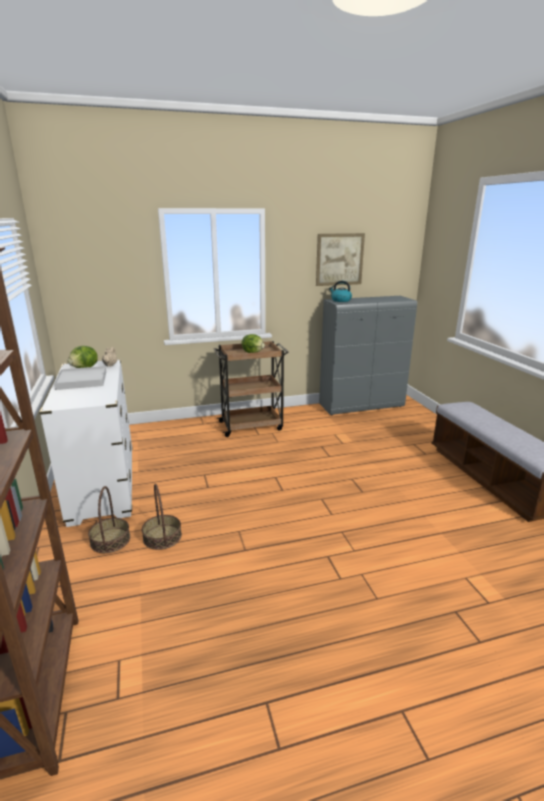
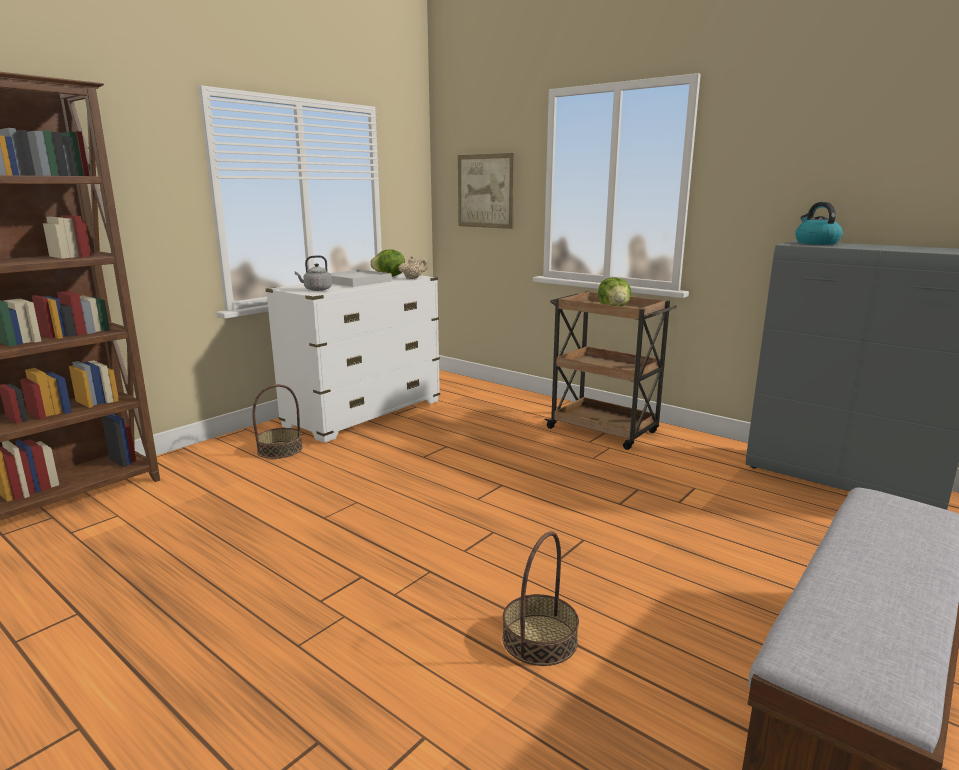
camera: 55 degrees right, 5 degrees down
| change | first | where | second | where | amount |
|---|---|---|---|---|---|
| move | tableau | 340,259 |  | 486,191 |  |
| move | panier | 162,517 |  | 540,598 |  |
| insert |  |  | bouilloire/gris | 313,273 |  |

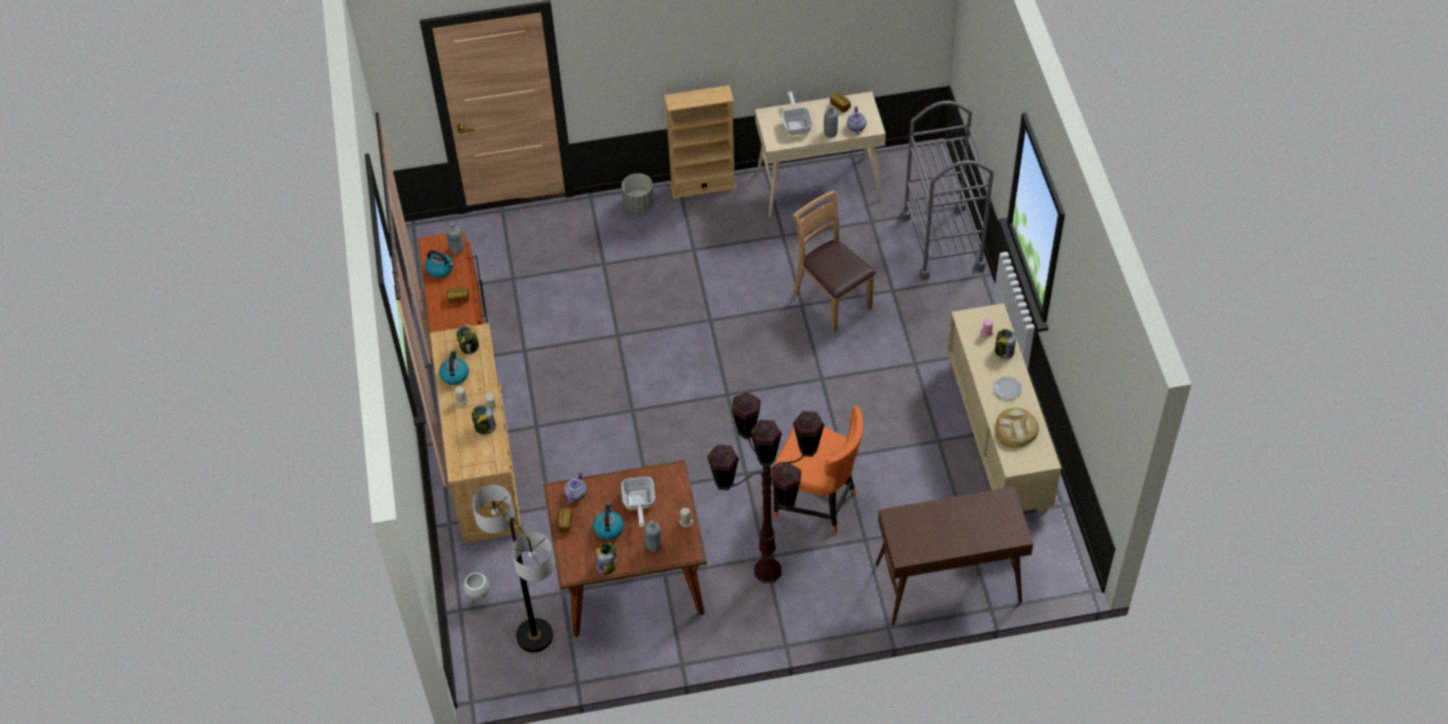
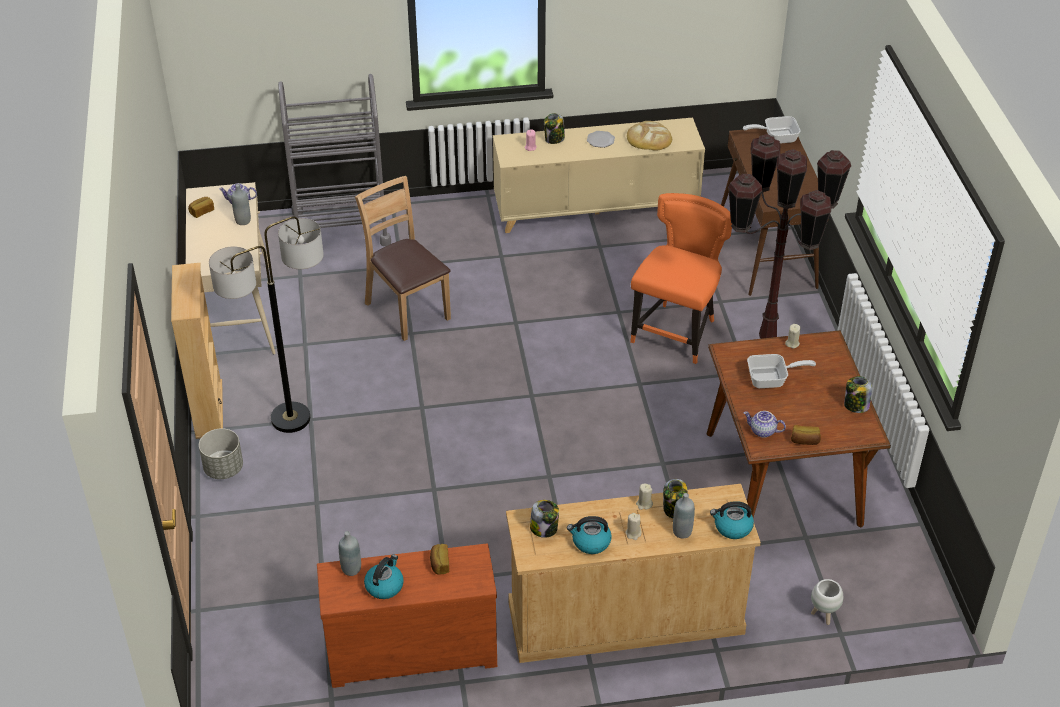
camera: 90 degrees left, 10 degrees down
| change | first | where | second | where | amount |
|---|---|---|---|---|---|
| move | poêle | 797,113 |  | 772,130 |  |
| rotate | chaise/marron | 834,261 |  | 403,258 | 90 degrees clockwise |
| move | lampadaire | 513,568 |  | 266,324 |  |
| move | bouilloire | 608,521 |  | 732,520 |  |
| move | bouteille/gris | 653,536 |  | 684,515 |  |

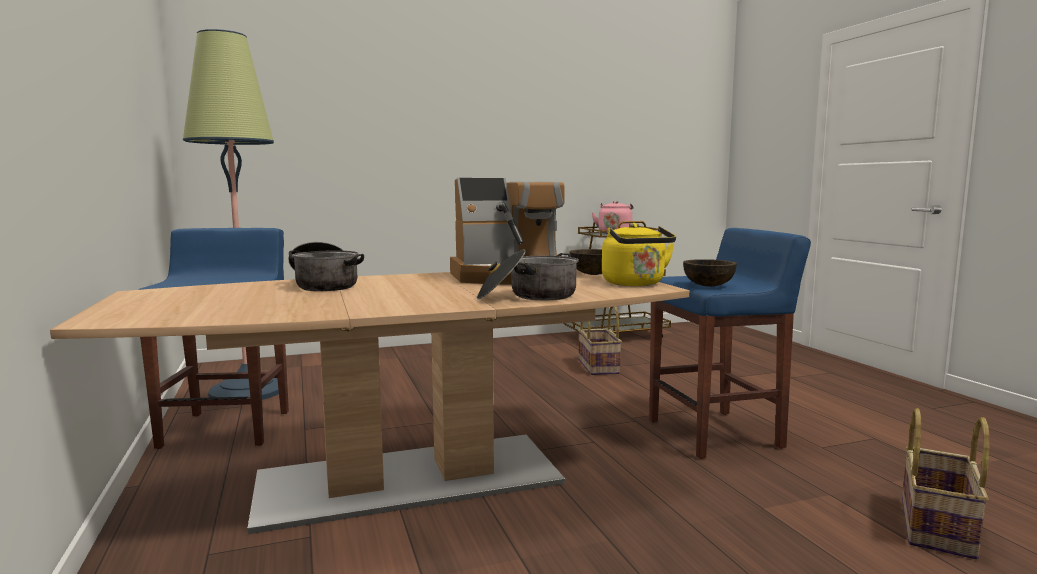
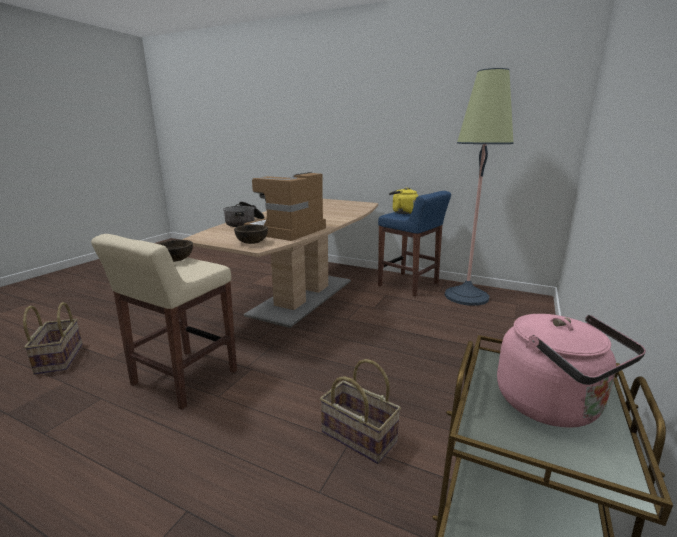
camera: 135 degrees right, 10 degrees up
| change | first | where | second | where | amount |
|---|---|---|---|---|---|
| move | bouilloire/jaune | 639,254 |  | 403,201 |  |
| recolor | tabouret/bleu | 730,343 | tabouret/beige | 164,322 |  |
| delete | marmite | 326,266 |  |  |  |

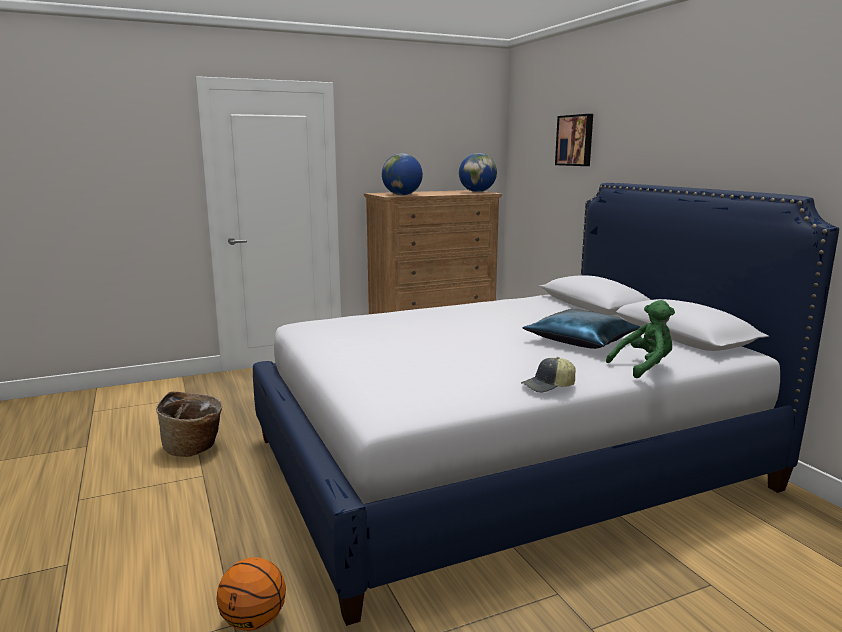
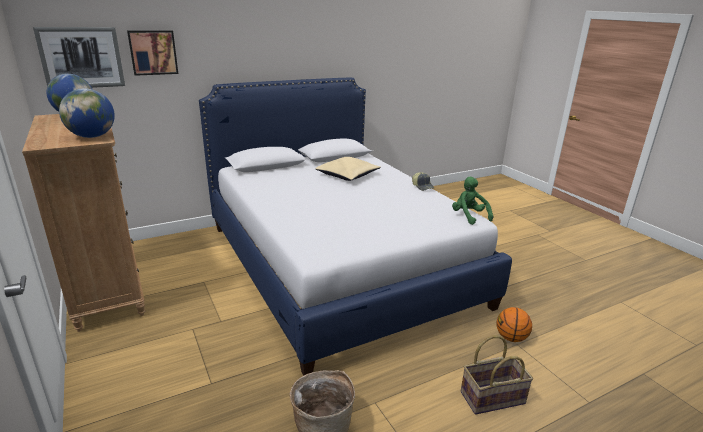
camera: 95 degrees left, 10 degrees up
| change | first | where | second | where | amount |
|---|---|---|---|---|---|
| move | peluche/vert | 640,339 |  | 472,201 |  |
| recolor | coussin/bleu | 581,329 | coussin/beige | 348,169 |  |
| insert |  |  | tableau | 79,57 |  |
| insert |  |  | panier | 497,375 |  |

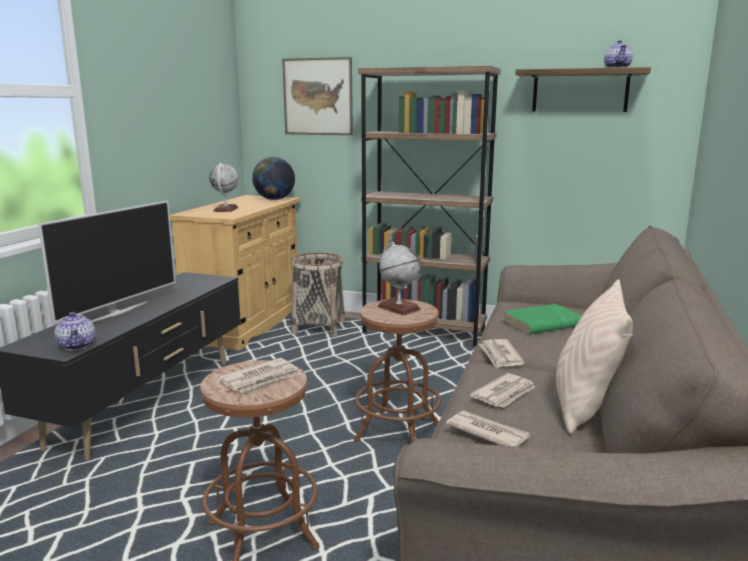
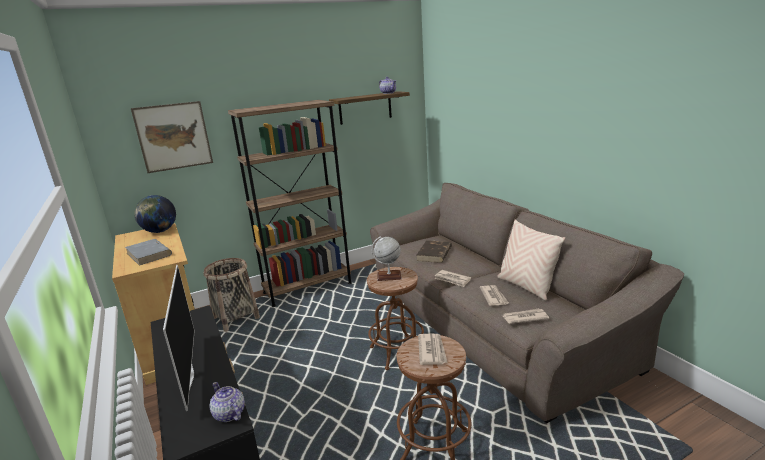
camera: 45 degrees left, 5 degrees up
| change | first | where | second | where | amount |
|---|---|---|---|---|---|
| replace | globe | 224,187 | livre/gris | 148,252 |  |
| recolor | livre/vert | 542,319 | livre/marron | 434,251 |  |
| rotate | théière | 74,331 |  | 227,402 | 150 degrees counterclockwise |

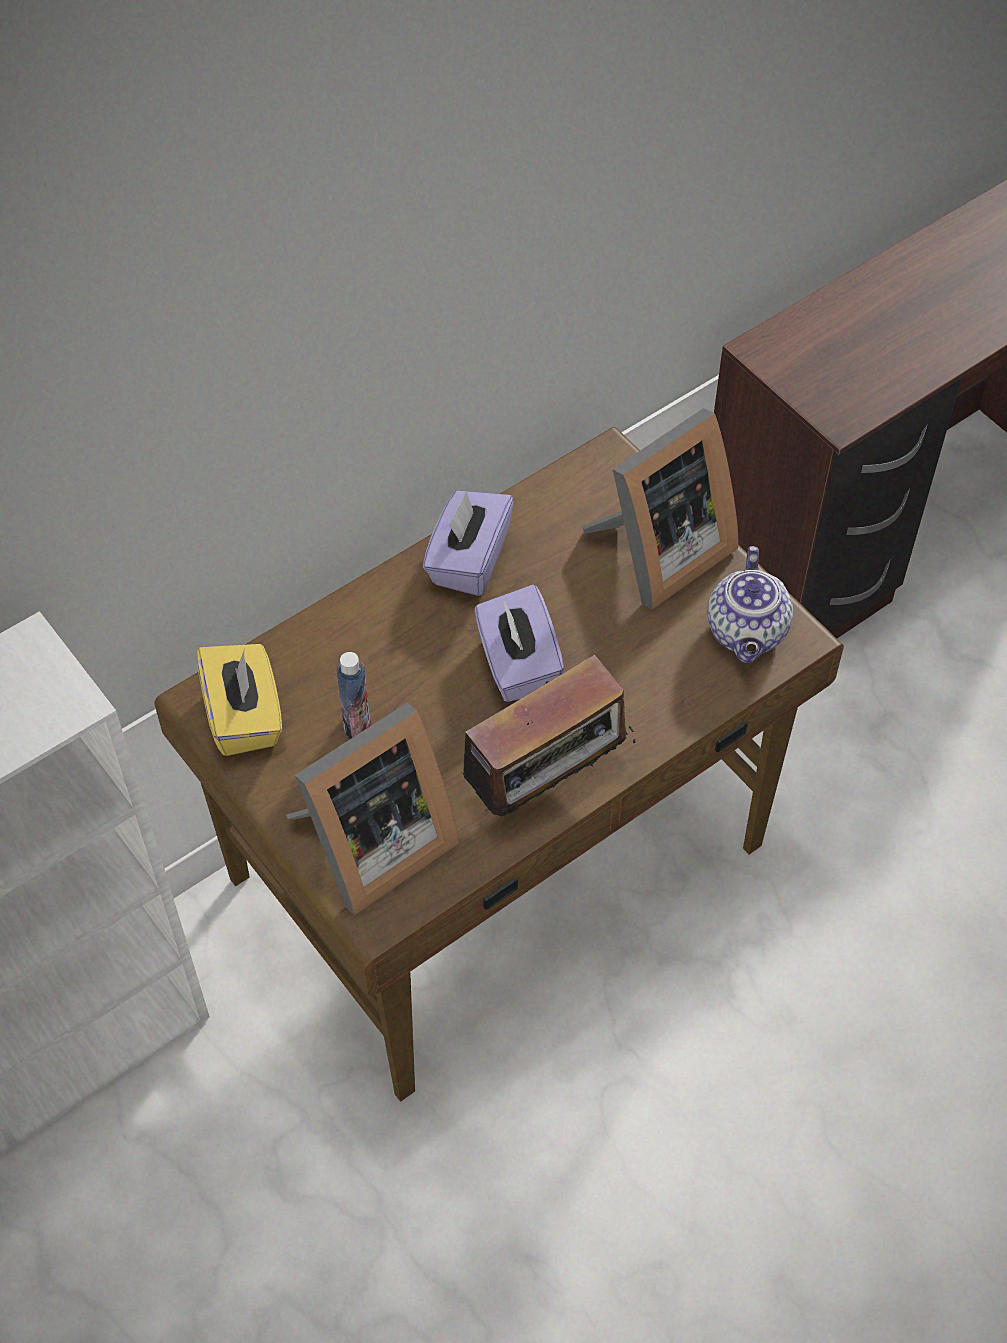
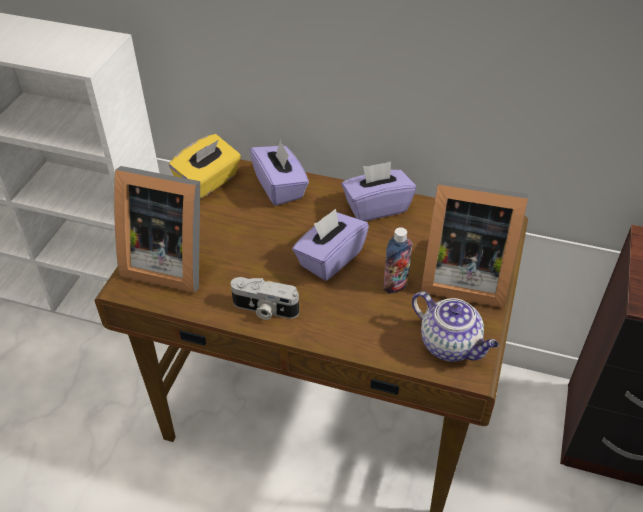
camera: 55 degrees right, 10 degrees down
| change | first | where | second | where | amount |
|---|---|---|---|---|---|
| rotate | théière | 750,604 |  | 455,326 | 105 degrees counterclockwise |
| move | bouteille | 354,695 |  | 397,260 |  |
| replace | radio | 541,735 | appareil photo | 265,298 |  |
| insert |  |  | boîte à mouchoirs/violet | 279,172 |  |

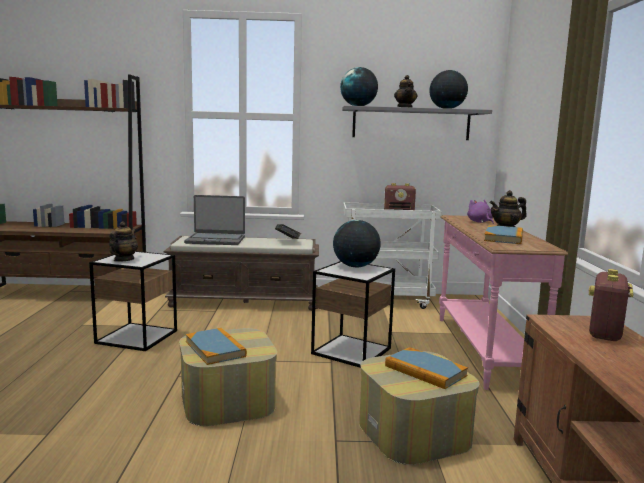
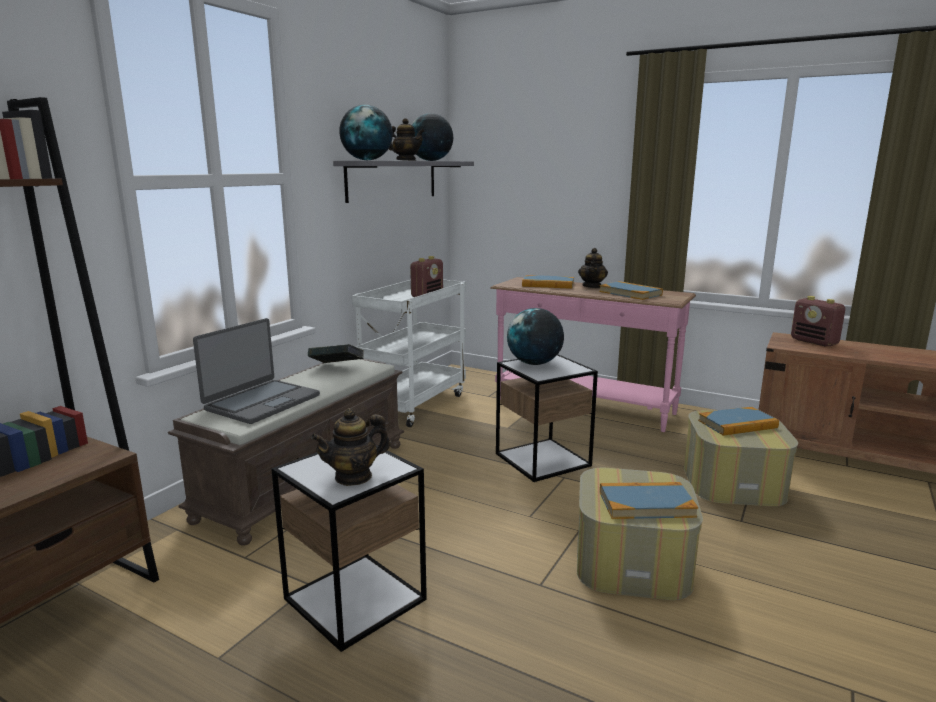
camera: 60 degrees left, 5 degrees up
| change | first | where | second | where | amount |
|---|---|---|---|---|---|
| replace | peluche/violet | 480,211 | livre | 548,282 |  |
| rotate | théière | 123,241 |  | 350,447 | 75 degrees counterclockwise |

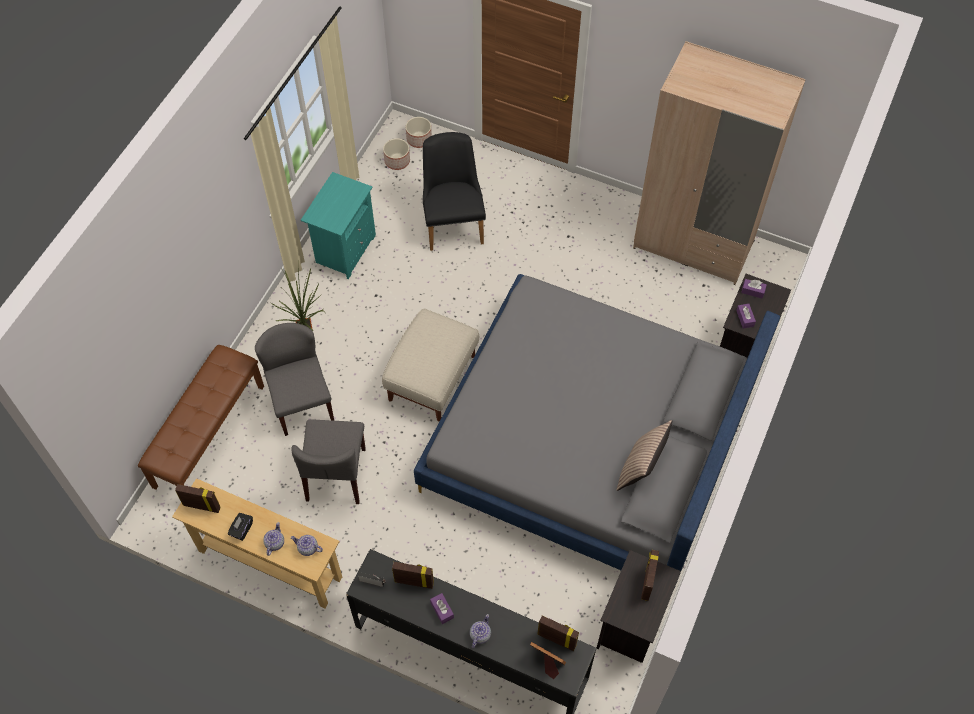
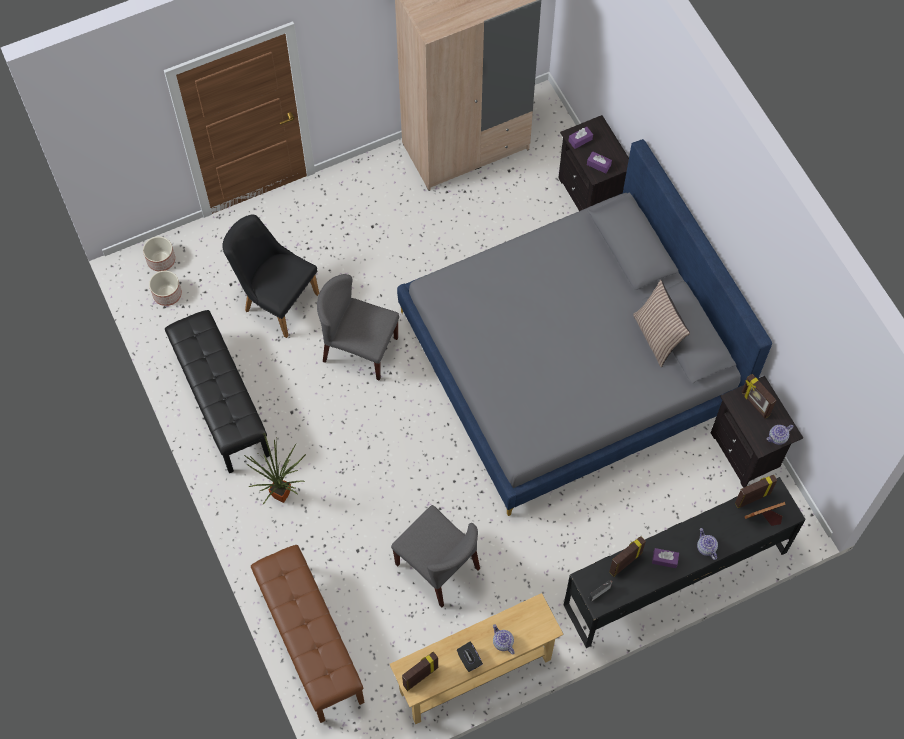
camera: 50 degrees left, 5 degrees up
| change | first | where | second | where | amount |
|---|---|---|---|---|---|
| replace | table de chevet/turquoise | 338,225 | banc/noir | 217,391 |  |
| delete | pouf/beige | 430,365 |  |  |  |
| move | chaise/gris | 294,379 |  | 358,327 |  |
| move | théière | 306,545 |  | 780,435 |  |

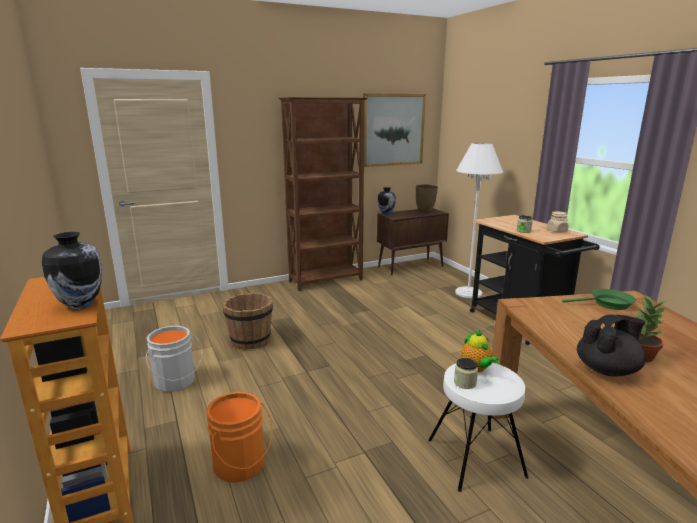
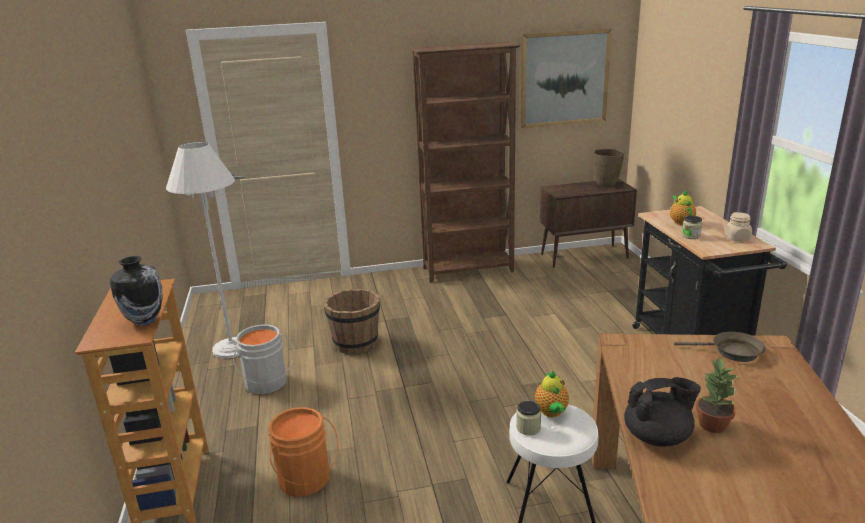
camera: 15 degrees right, 5 degrees up
| change | first | where | second | where | amount |
|---|---|---|---|---|---|
| move | lampadaire/blanc | 479,220 |  | 202,250 |  |
| delete | vase | 387,201 |  |  |  |
| recolor | poêle/vert | 599,299 | poêle/marron | 720,347 |  |
| insert |  |  | théière | 683,207 |  |

